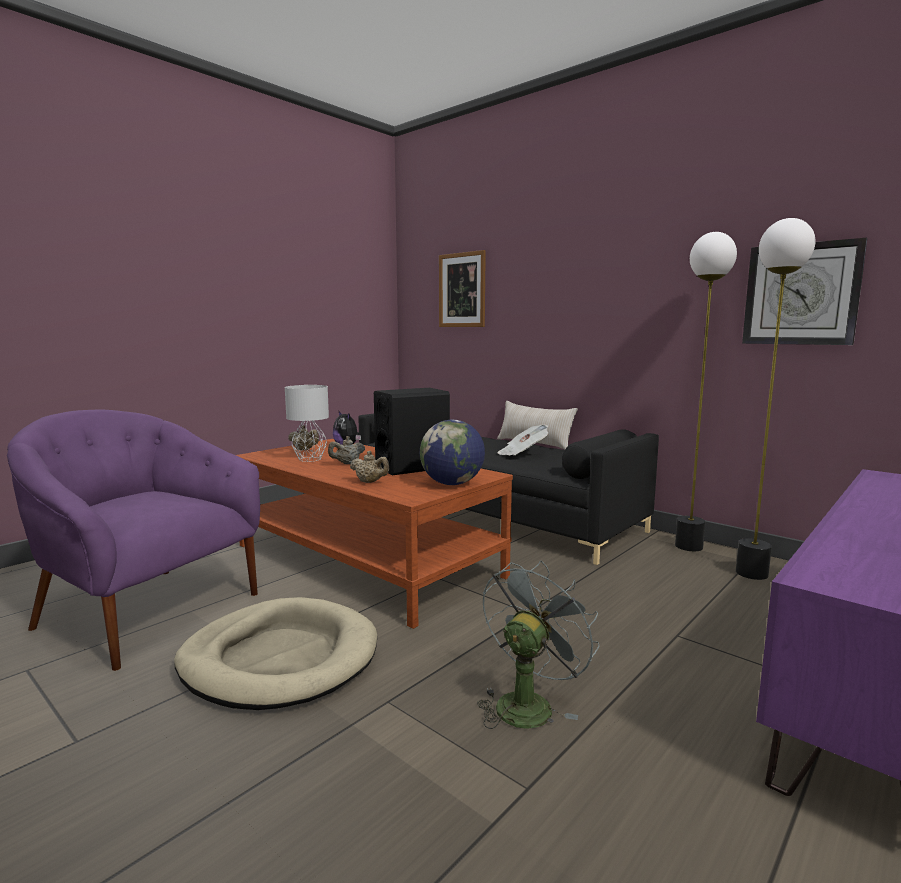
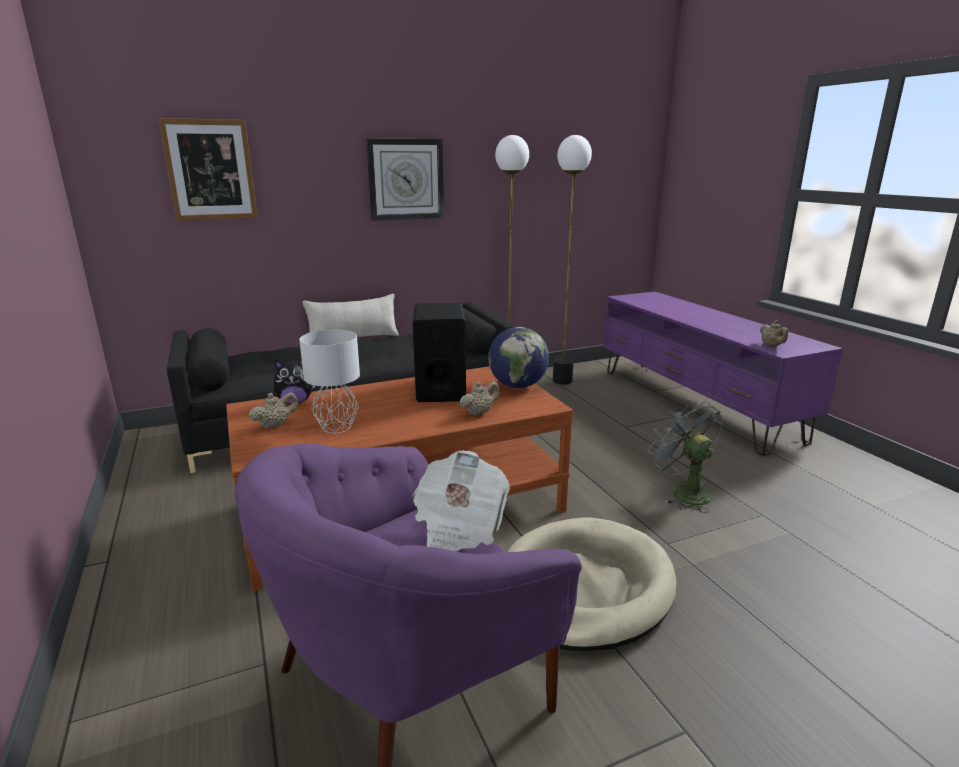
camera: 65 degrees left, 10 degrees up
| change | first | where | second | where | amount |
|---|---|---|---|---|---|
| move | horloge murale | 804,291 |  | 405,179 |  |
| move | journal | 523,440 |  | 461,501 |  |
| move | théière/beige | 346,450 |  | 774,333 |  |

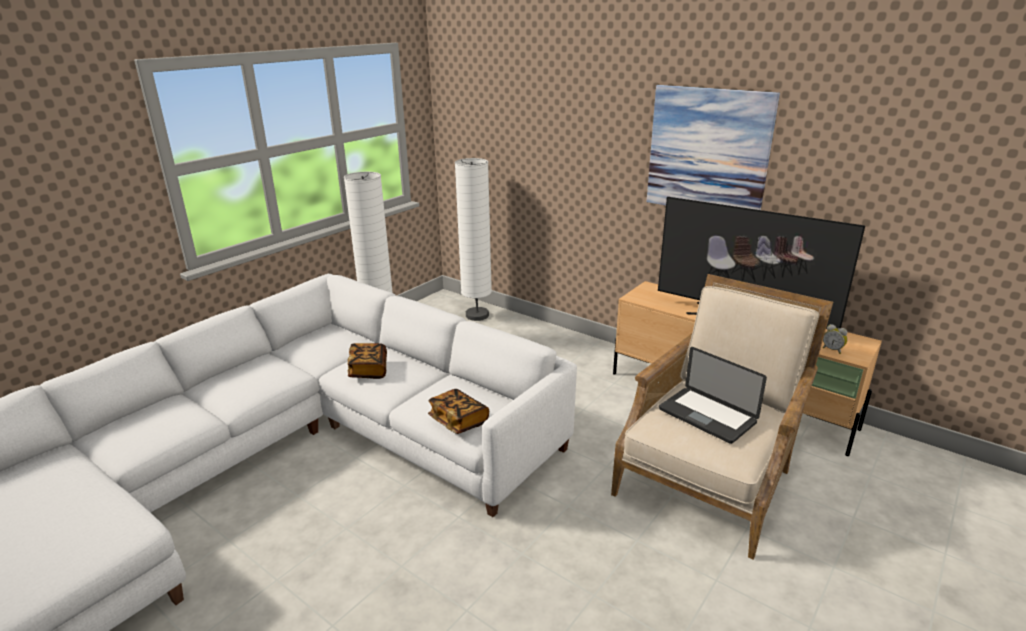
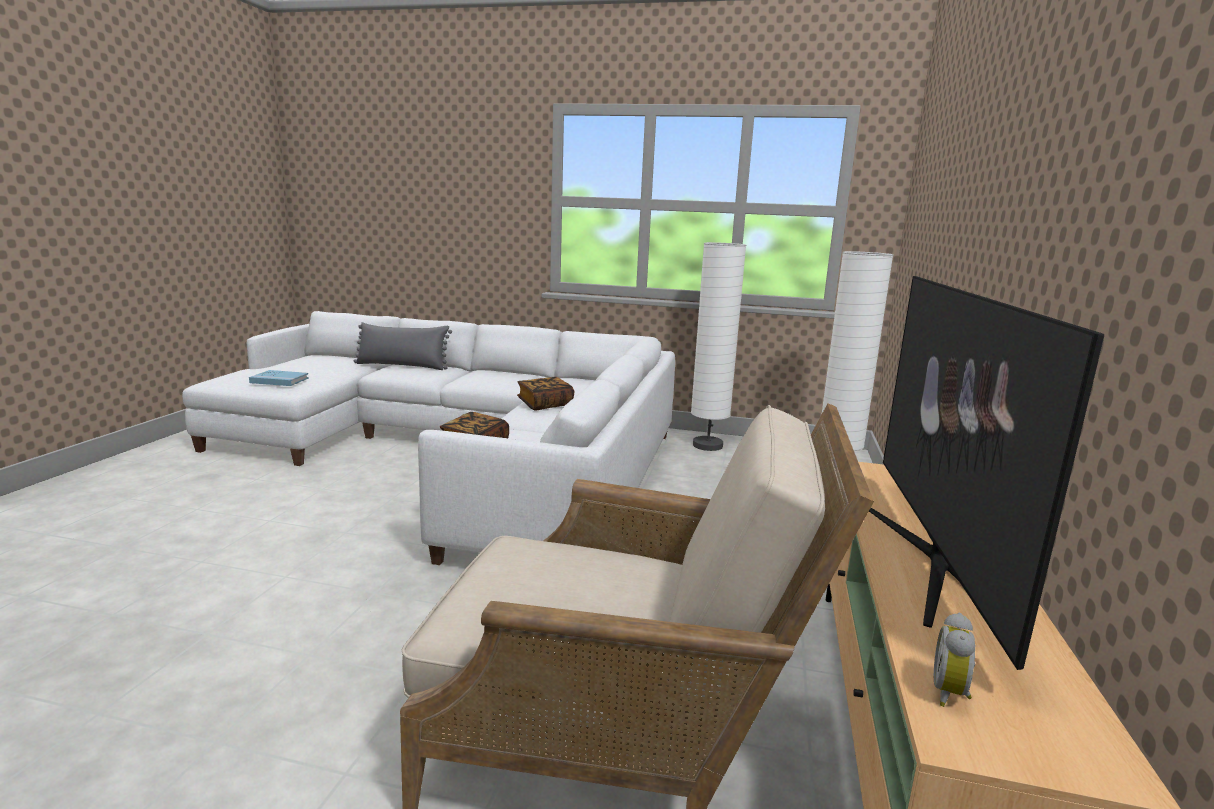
camera: 65 degrees right, 10 degrees down
| change | first | where | second | where | amount |
|---|---|---|---|---|---|
| delete | tableau | 713,147 |  |  |  |
| delete | ordinateur portable | 713,395 |  |  |  |
| insert |  |  | coussin/gris | 403,346 |  |
| insert |  |  | livre/bleu | 279,378 |  |

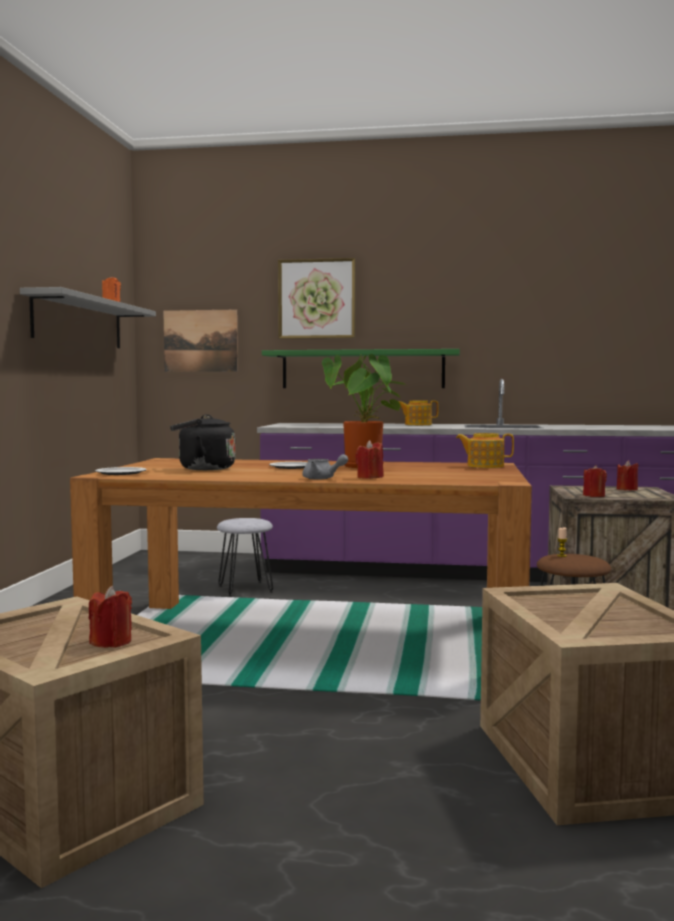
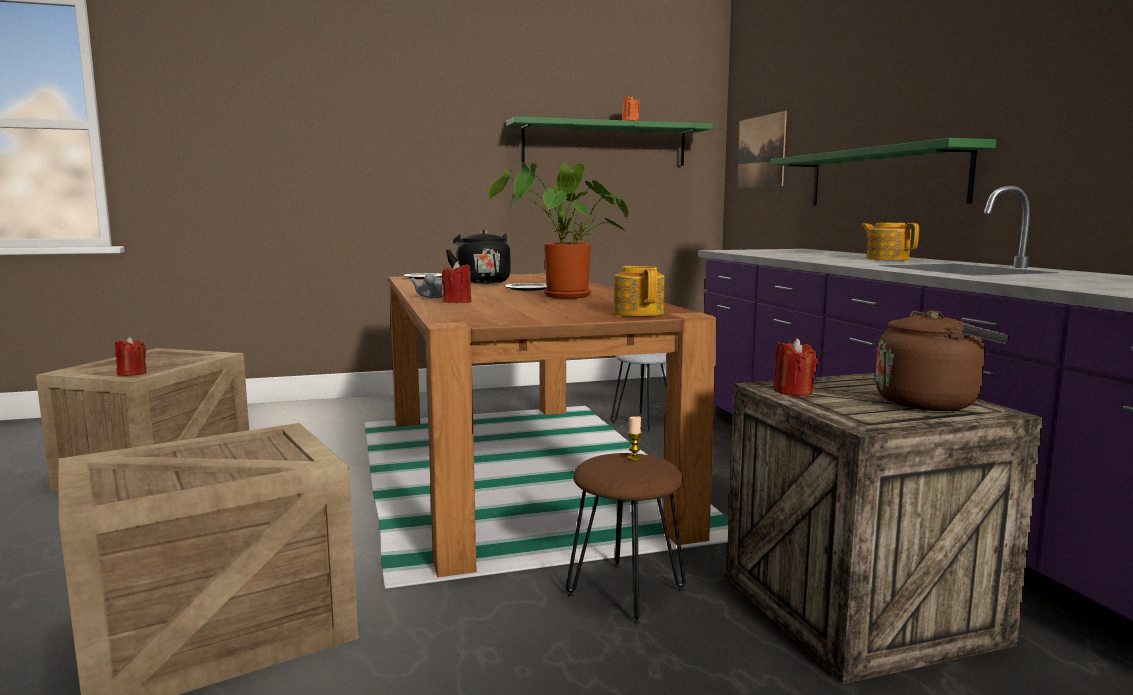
camera: 65 degrees right, 5 degrees up
| change | first | where | second | where | amount |
|---|---|---|---|---|---|
| delete | tableau | 317,298 |  |  |  |
| recolor | étagère/gris | 88,317 | étagère/vert | 609,141 |  |
| replace | bougie/rouge | 628,475 | bouilloire/marron | 942,360 |  |

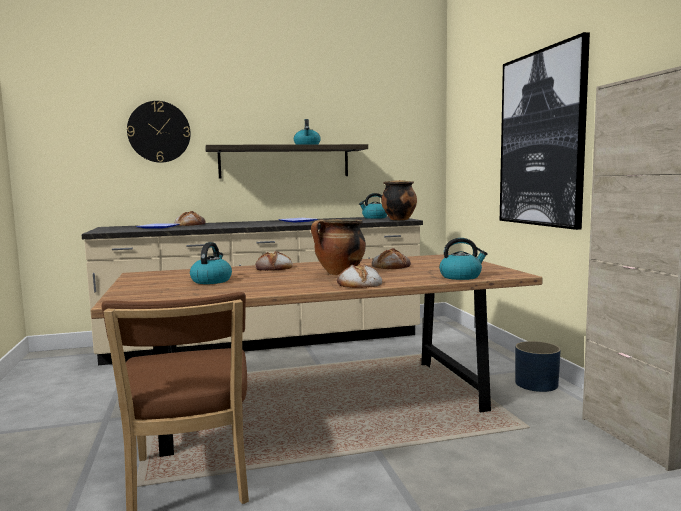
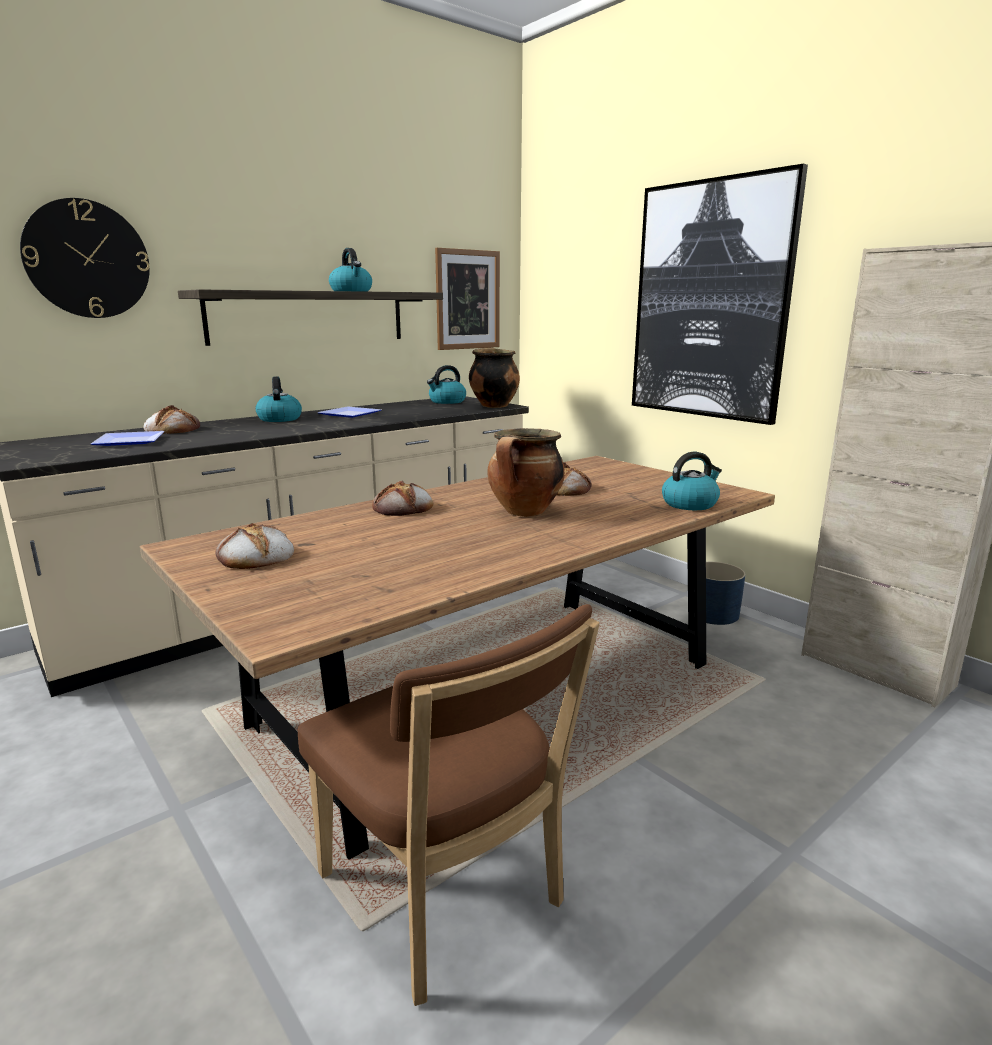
camera: 25 degrees left, 10 degrees up
| change | first | where | second | where | amount |
|---|---|---|---|---|---|
| move | bouilloire | 211,263 |  | 278,399 |  |
| move | pain | 359,276 |  | 254,546 |  |
| insert |  |  | tableau | 467,299 |  |

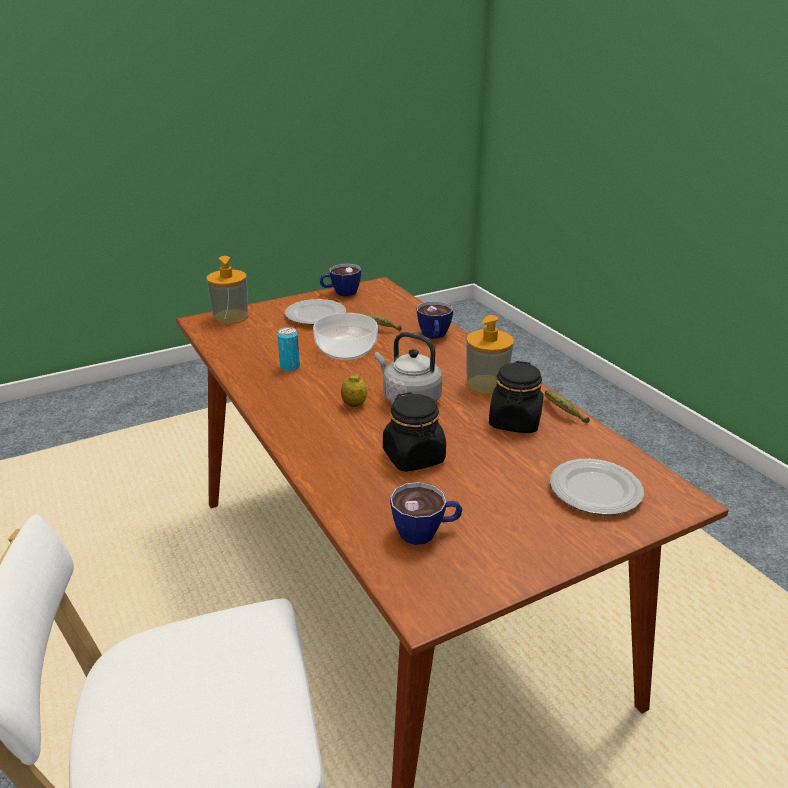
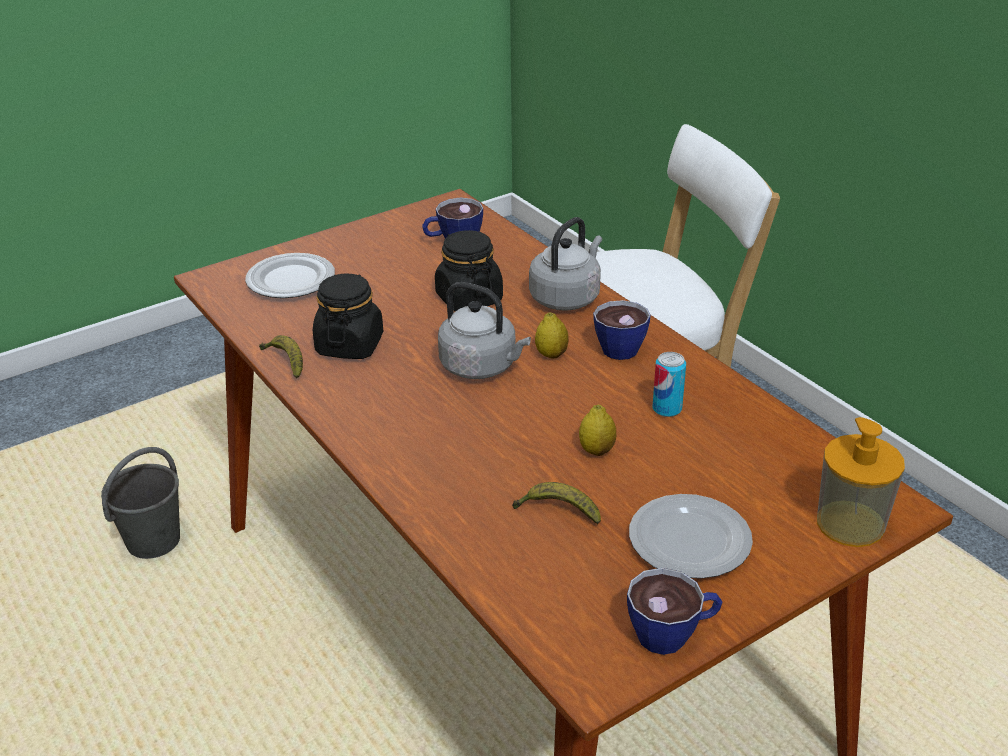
camera: 175 degrees right, 5 degrees up
| change | first | where | second | where | amount |
|---|---|---|---|---|---|
| move | tasse | 434,320 |  | 622,330 |  |
| replace | bol | 345,336 | citron | 598,430 |  |
| delete | distributeur de savon | 490,355 |  |  |  |
| insert |  |  | bouilloire/gris | 565,264 |  |
| insert |  |  | seau/gris | 140,503 |  |

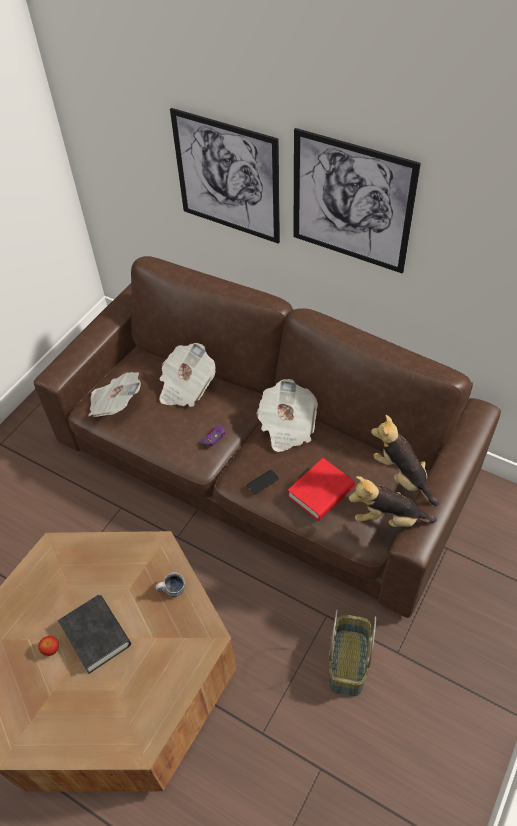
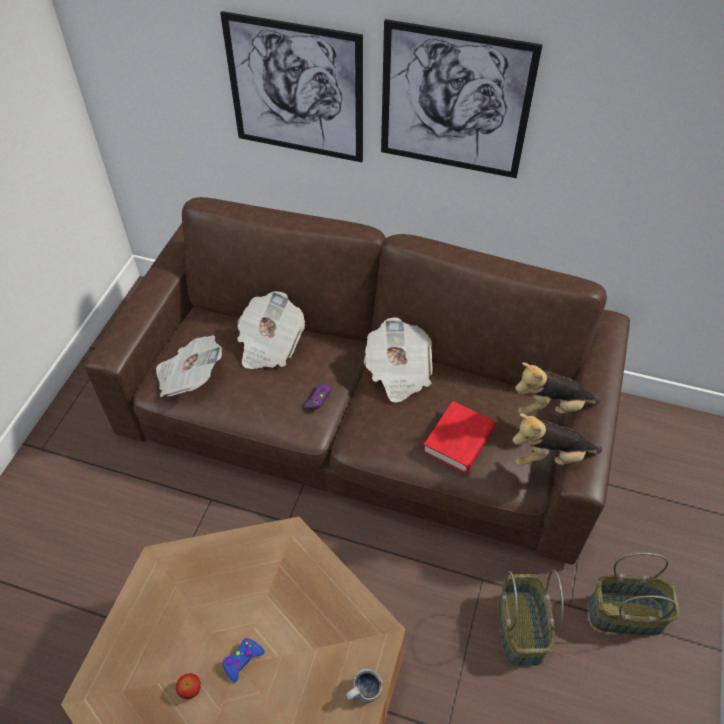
camera: 15 degrees left, 0 degrees up
| change | first | where | second | where | amount |
|---|---|---|---|---|---|
| rotate | peluche | 405,460 |  | 558,388 | 45 degrees counterclockwise |
| delete | téléphone | 263,482 |  |  |  |
| move | mug | 170,584 |  | 364,686 |  |
| replace | livre/noir | 94,634 | manette/bleu | 243,660 |  |
| insert |  |  | panier | 634,594 |  |

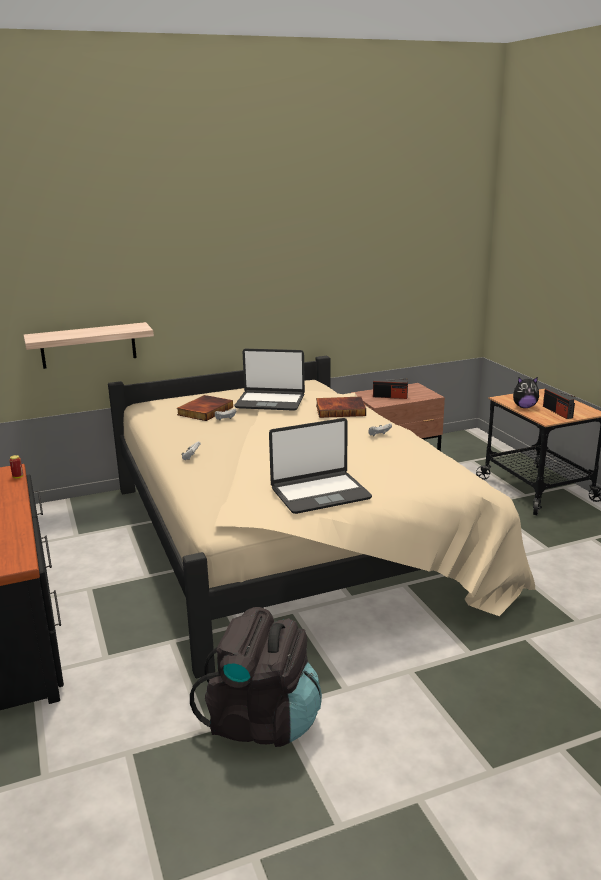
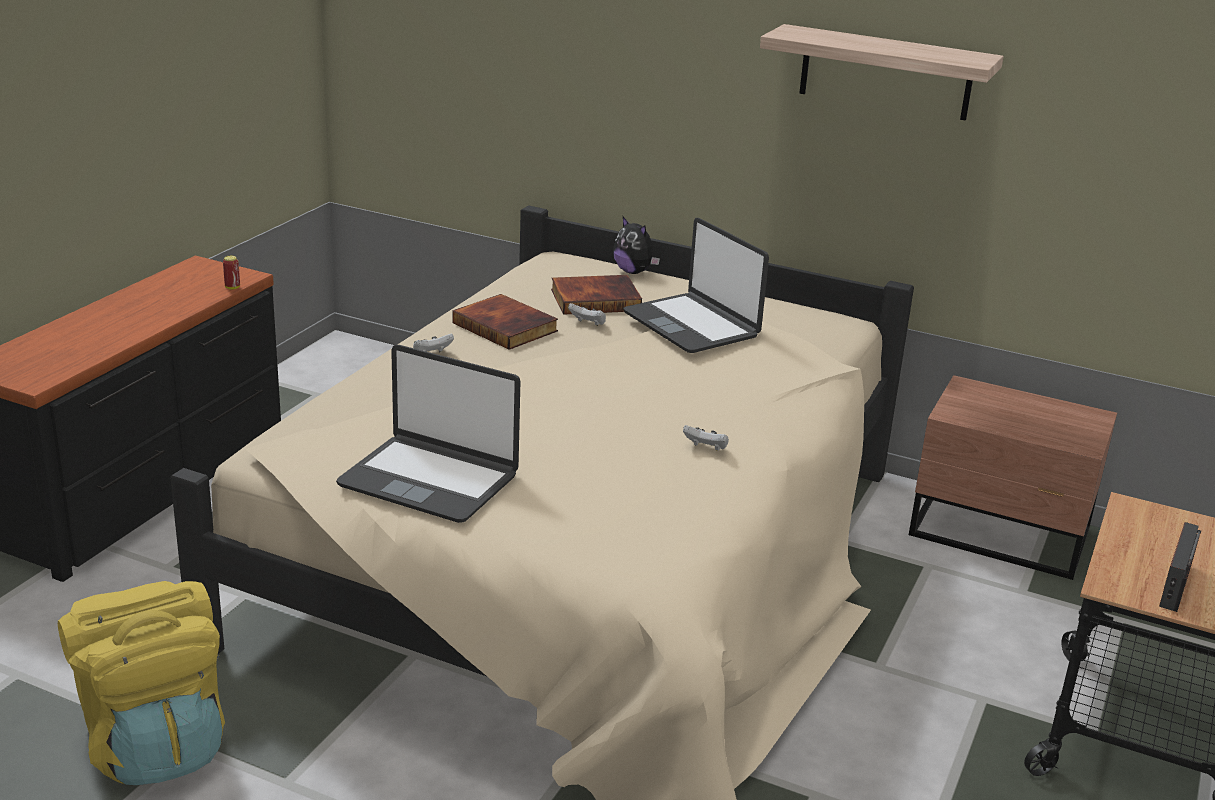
camera: 45 degrees right, 5 degrees up
| change | first | where | second | where | amount |
|---|---|---|---|---|---|
| move | étagère | 89,345 |  | 882,72 |  |
| move | peluche | 526,392 |  | 636,245 |  |
| delete | radio | 390,388 |  |  |  |
| move | livre | 341,407 |  | 505,322 |  |
| recolor | sac à dos/noir | 256,677 | sac à dos/jaune | 141,683 |  |

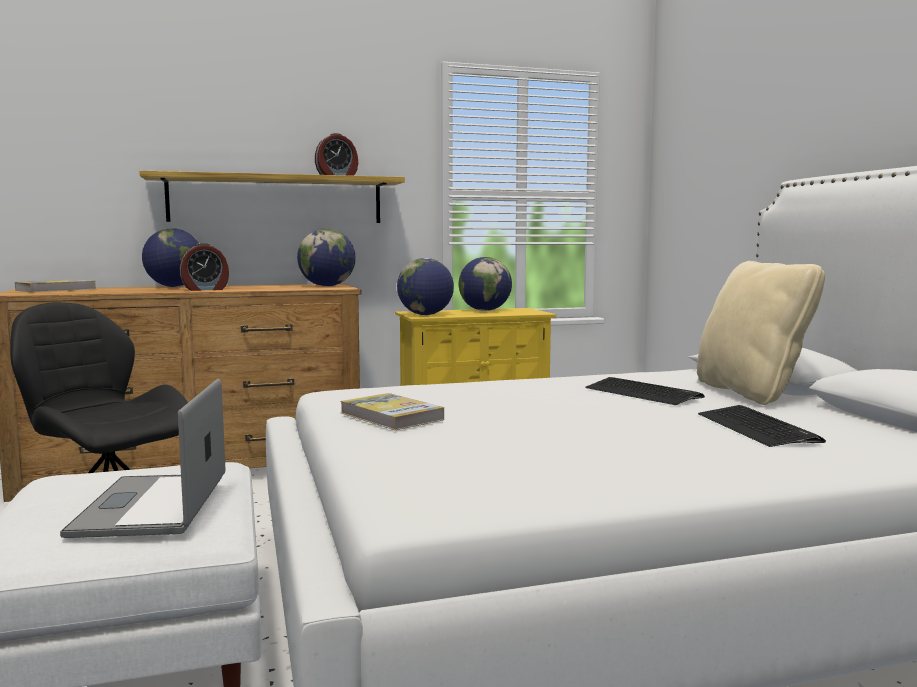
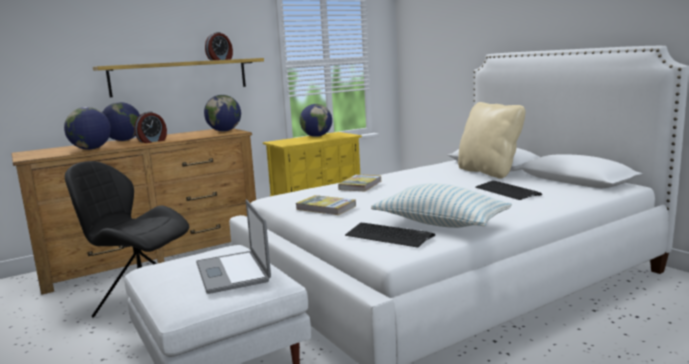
camera: 15 degrees left, 5 degrees up
| change | first | where | second | where | amount |
|---|---|---|---|---|---|
| move | globe | 425,286 |  | 87,128 |  |
| move | livre | 55,285 |  | 360,183 |  |
| move | clavier | 645,391 |  | 390,235 |  |
| insert |  |  | coussin | 441,205 |  |

